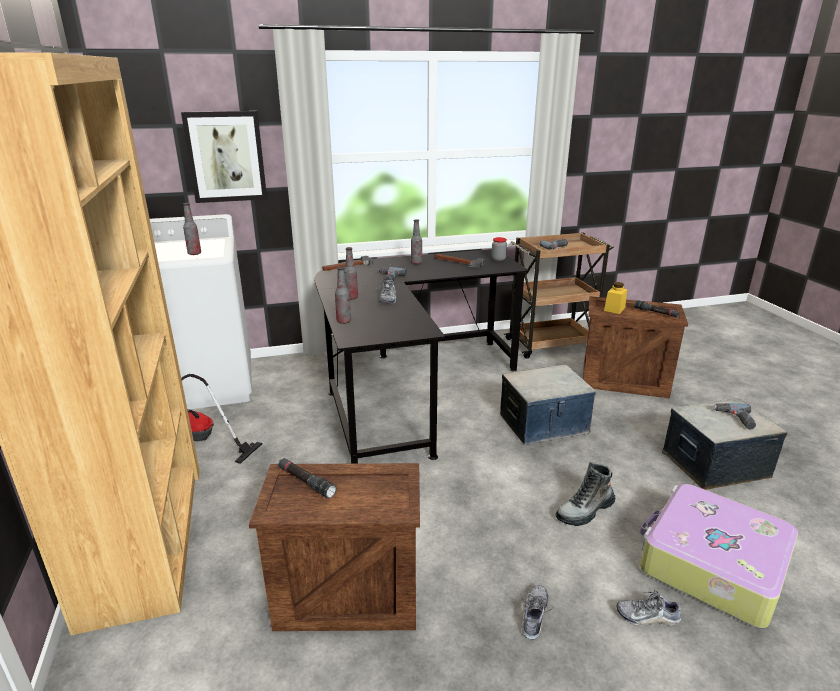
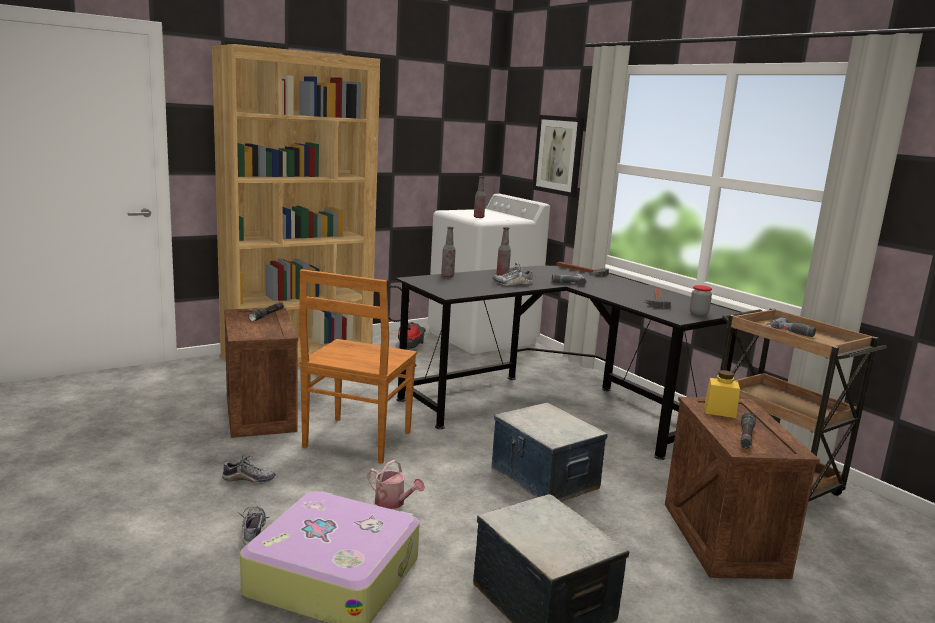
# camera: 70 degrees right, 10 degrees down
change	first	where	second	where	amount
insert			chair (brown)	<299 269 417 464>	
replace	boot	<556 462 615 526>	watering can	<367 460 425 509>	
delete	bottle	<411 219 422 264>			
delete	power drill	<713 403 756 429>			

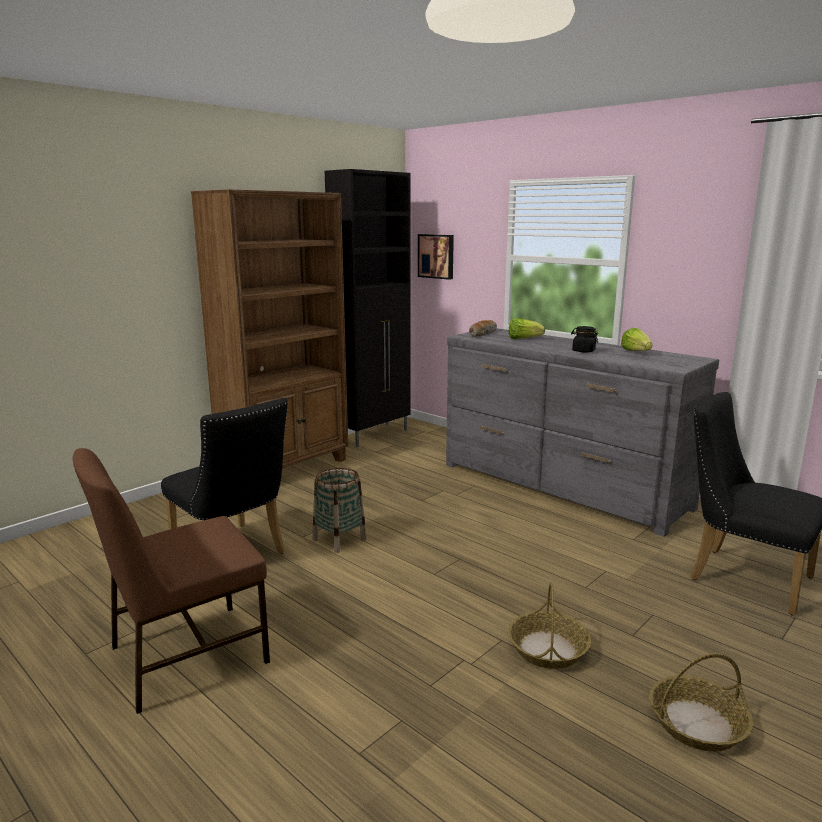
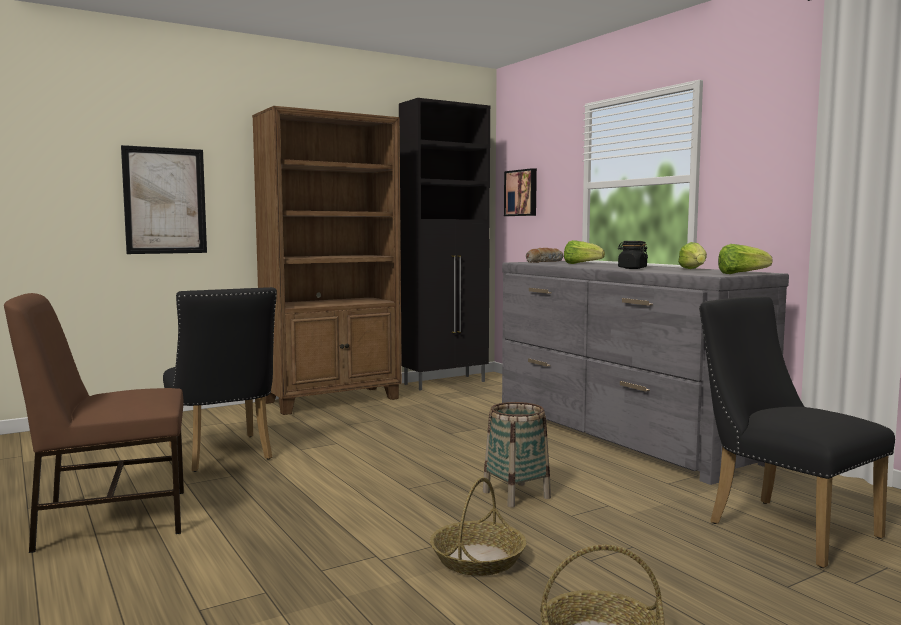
# camera: 15 degrees right, 10 degrees down
change	first	where	second	where	amount
insert			picture	<121 145 207 254>	
move	basket	<313 468 366 553>		<483 402 551 507>	
insert			lettuce	<718 244 773 274>	

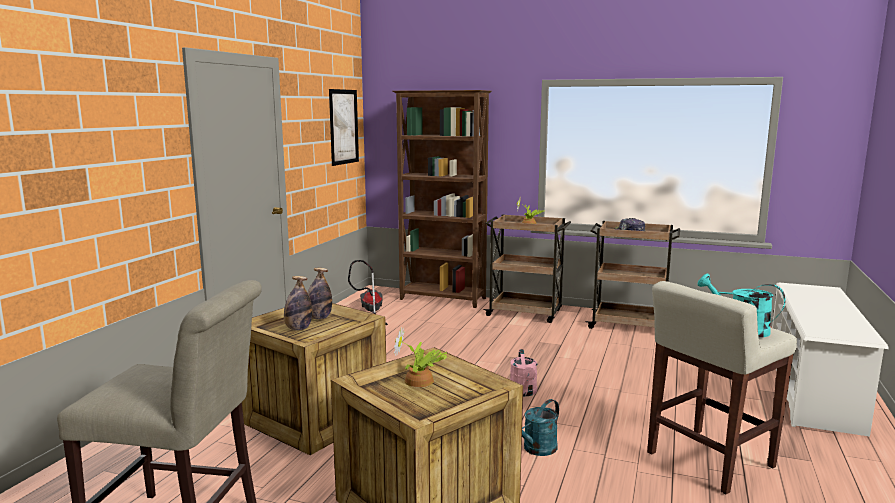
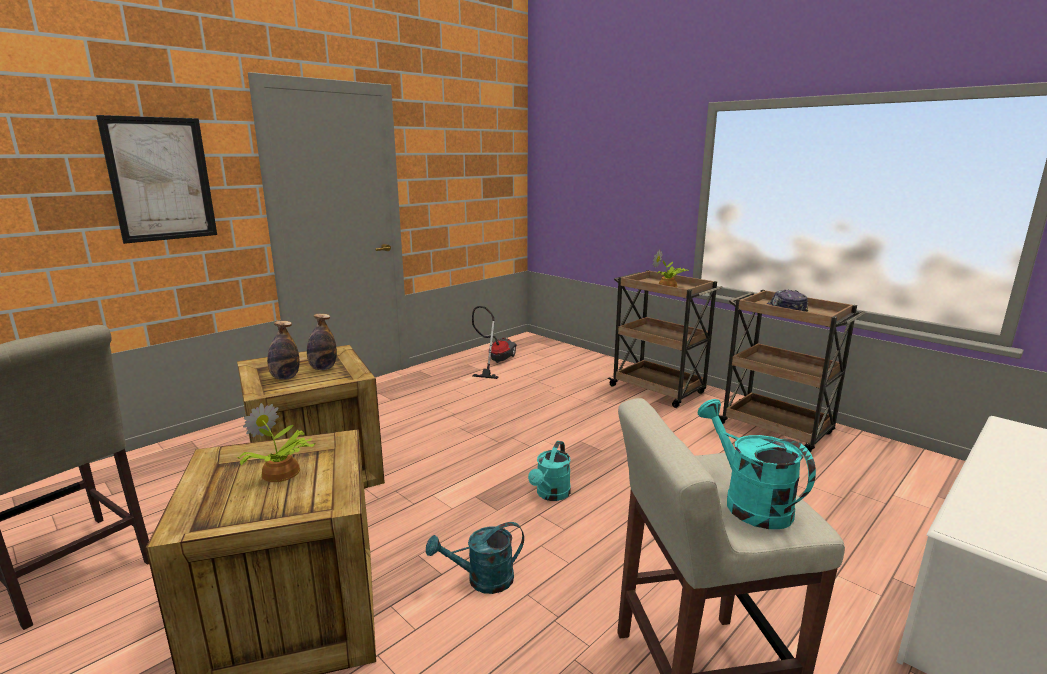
# camera: 25 degrees right, 5 degrees up
change	first	where	second	where	amount
move	picture	<329 89 359 166>		<96 115 217 244>	
recolor	watering can (pink)	<510 349 537 396>	watering can (turquoise)	<528 441 571 501>	
delete	bookcase (brown)	<392 90 492 308>			

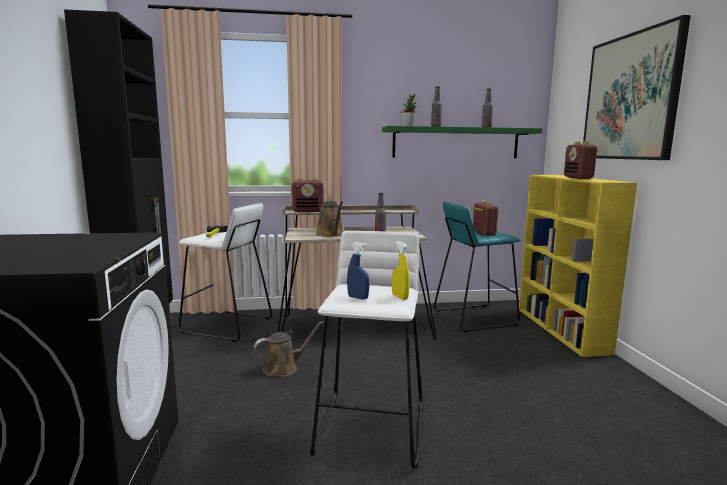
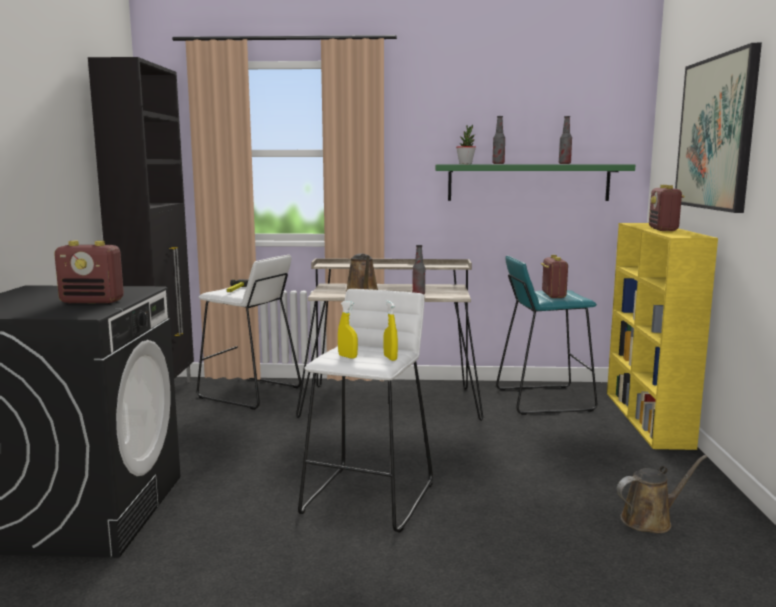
# camera: 10 degrees right, 0 degrees up
change	first	where	second	where	amount
move	radio	<291 178 324 212>		<54 241 124 304>	
recolor	spray bottle (blue)	<347 242 369 299>	spray bottle (yellow)	<338 301 358 359>	
move	watering can (brown)	<254 321 324 377>		<617 455 707 533>	

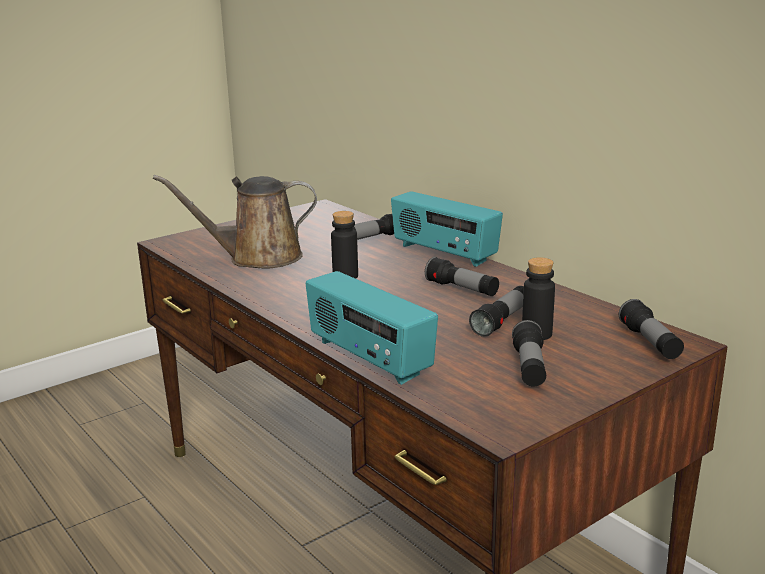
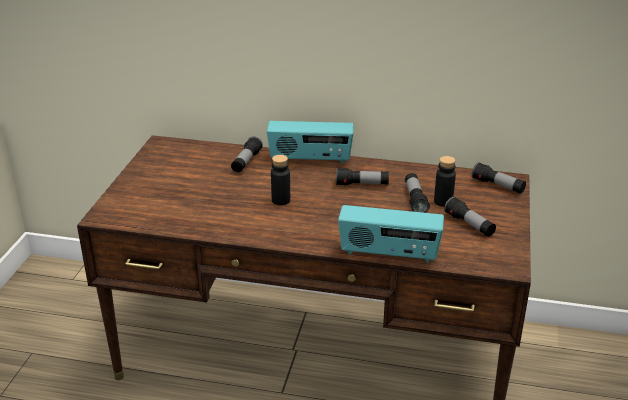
# camera: 40 degrees left, 10 degrees up
change	first	where	second	where	amount
delete	watering can (brown)	<153 175 317 269>			

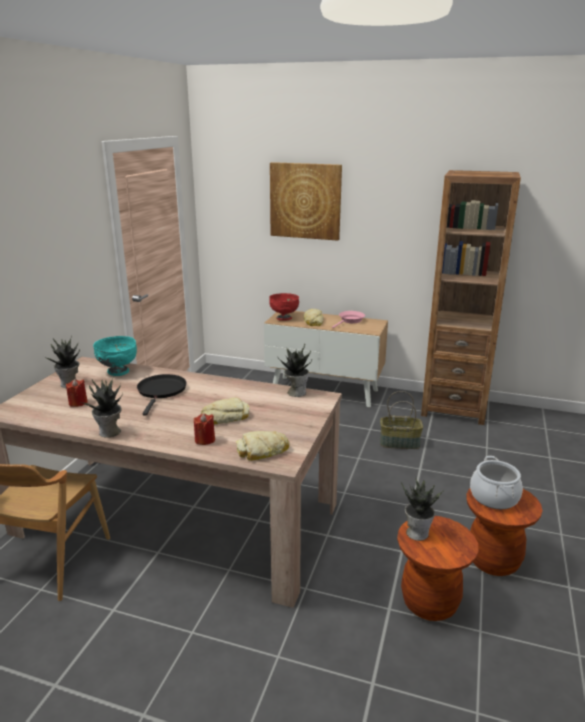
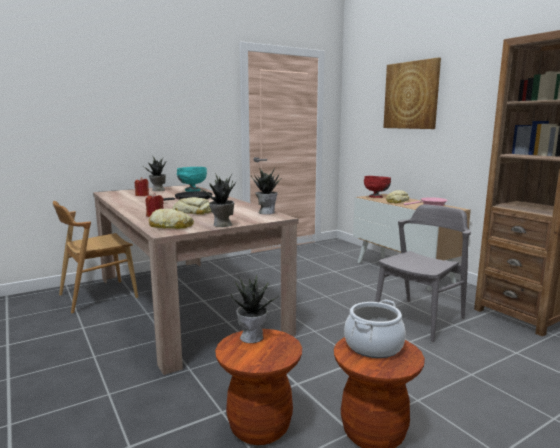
# camera: 40 degrees right, 10 degrees down
change	first	where	second	where	amount
move	potted plant	<79 378 123 438>		<201 173 236 227>	
replace	basket	<380 391 423 449>	chair (grey)	<375 204 471 342>	

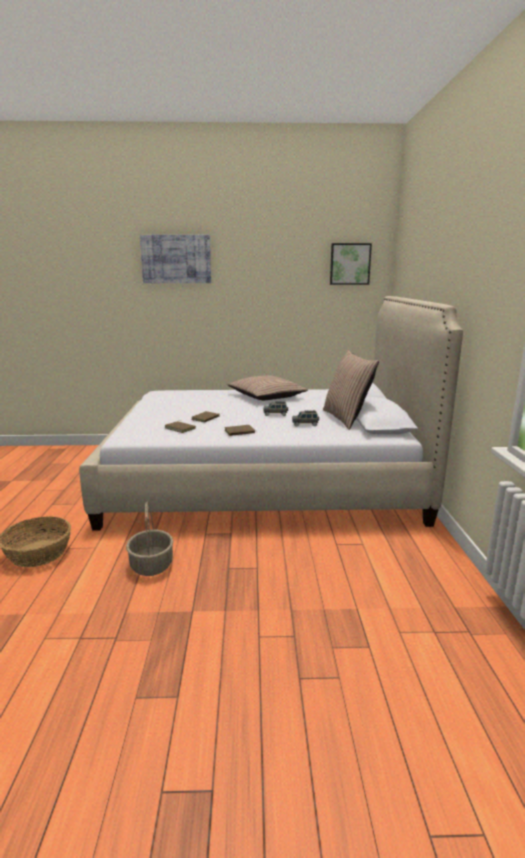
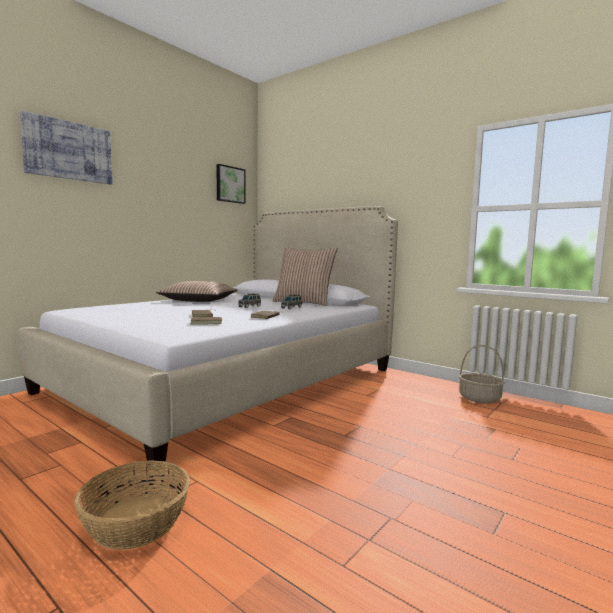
# camera: 50 degrees left, 10 degrees down
change	first	where	second	where	amount
move	basket	<126 501 173 576>		<459 345 505 404>	

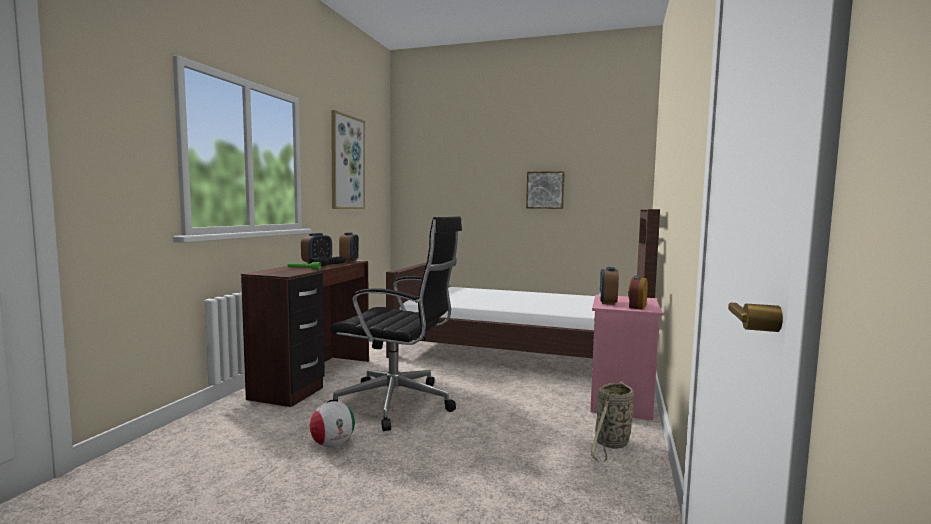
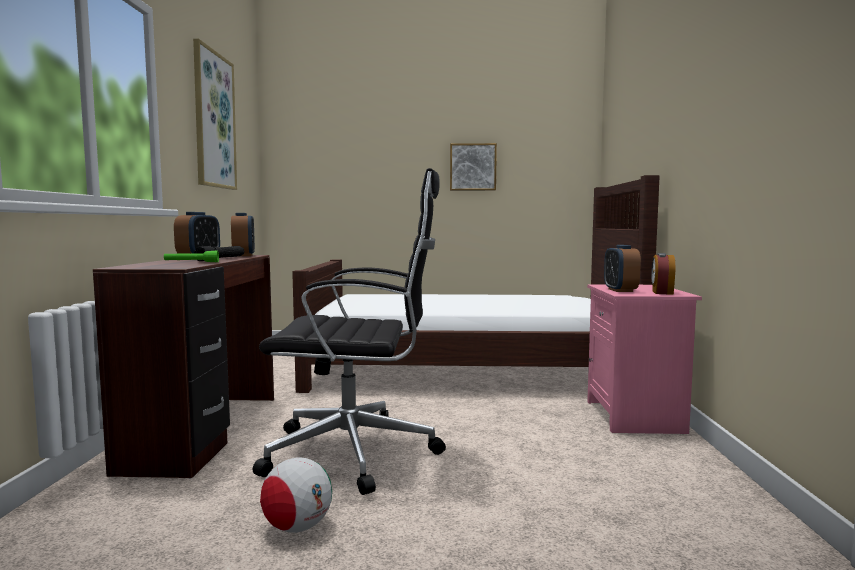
# camera: 15 degrees left, 0 degrees up
change	first	where	second	where	amount
delete	basket	<591 381 634 463>			

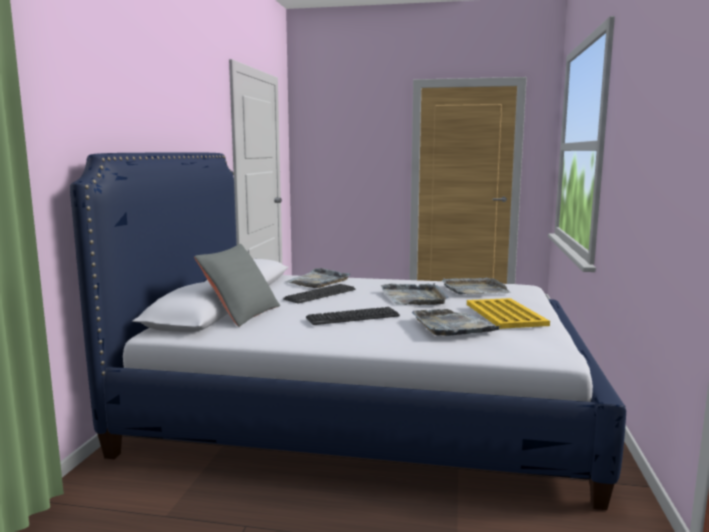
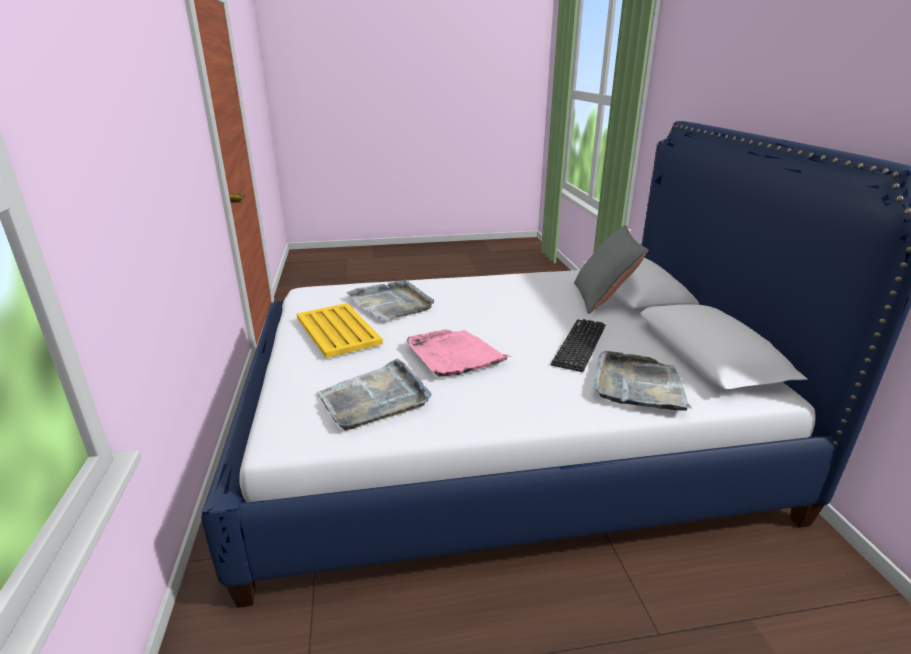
# camera: 160 degrees right, 15 degrees up
change	first	where	second	where	amount
recolor	tray (grey)	<381 283 448 305>	tray (pink)	<406 330 512 377>	
delete	keyboard	<306 307 400 325>			

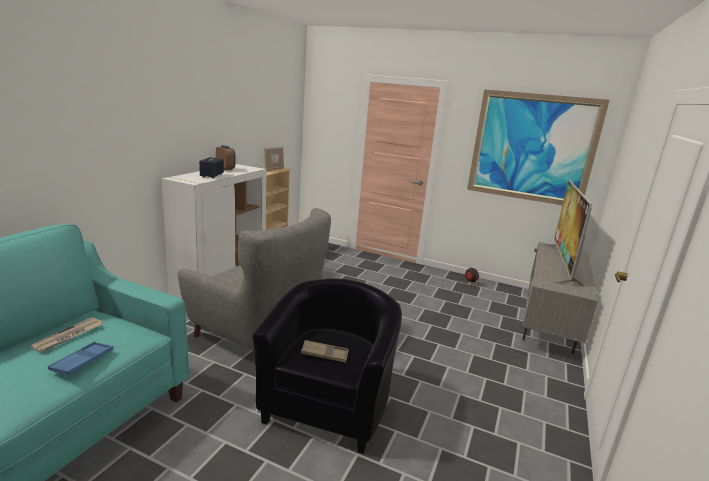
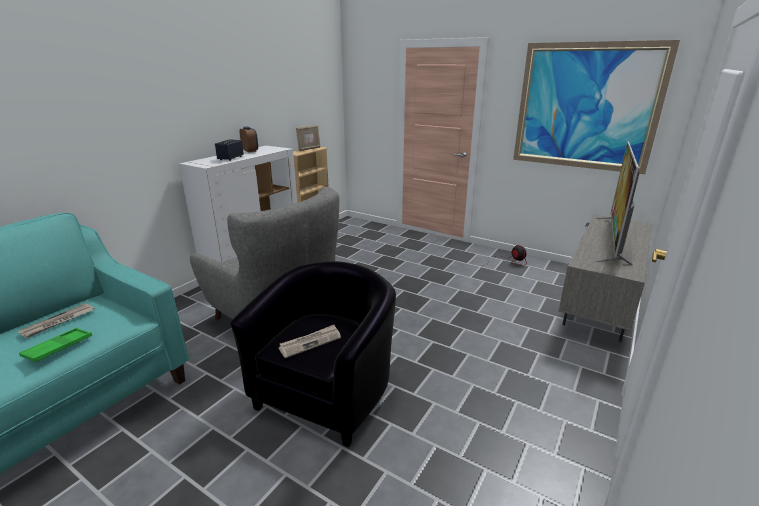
# camera: 10 degrees right, 5 degrees up
change	first	where	second	where	amount
recolor	tray (blue)	<48 341 114 376>	tray (green)	<19 328 92 362>	
replace	tray (brown)	<301 340 349 363>	newspaper	<278 325 341 358>	

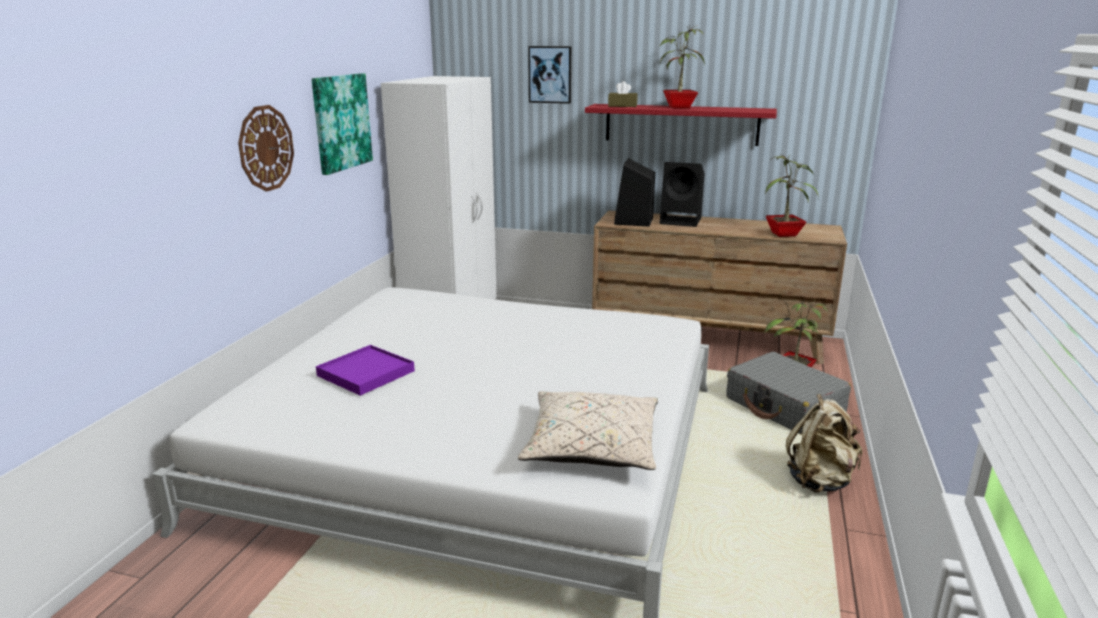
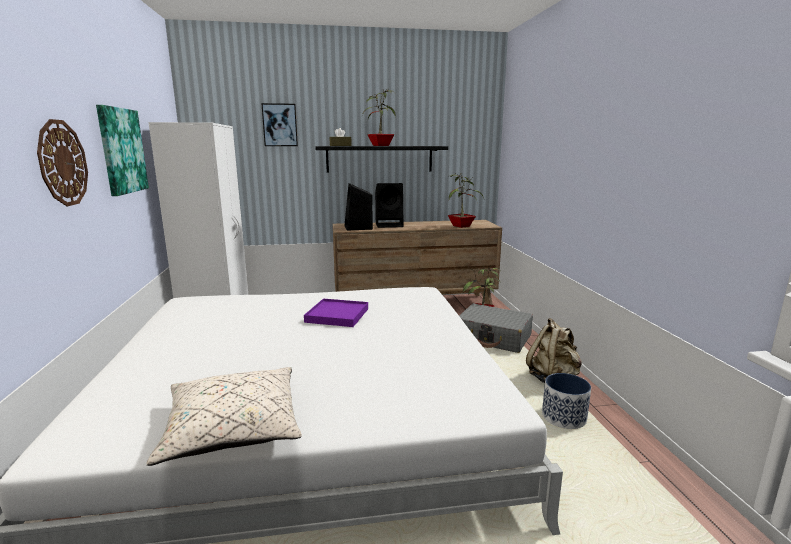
# camera: 25 degrees left, 5 degrees down
change	first	where	second	where	amount
move	pillow (beige)	<518 391 658 470>		<147 367 302 466>	
move	tray (purple)	<316 345 415 396>		<304 299 368 327>	
recolor	shelf (red)	<585 104 777 146>	shelf (black)	<316 146 448 172>	
insert			planter	<542 373 591 429>	

